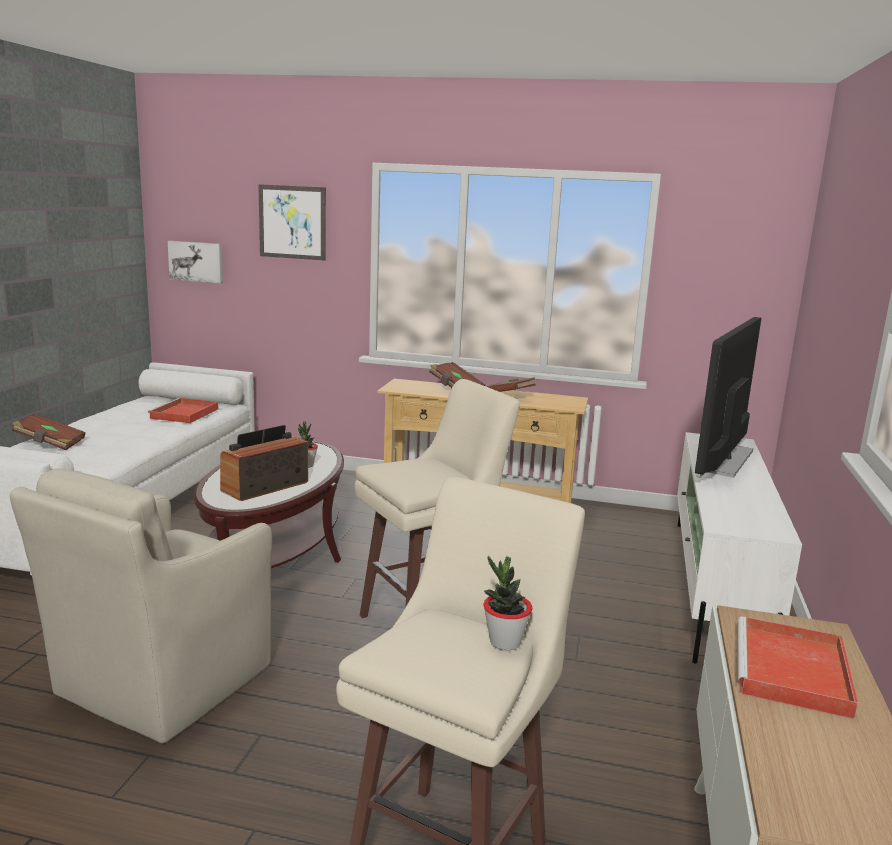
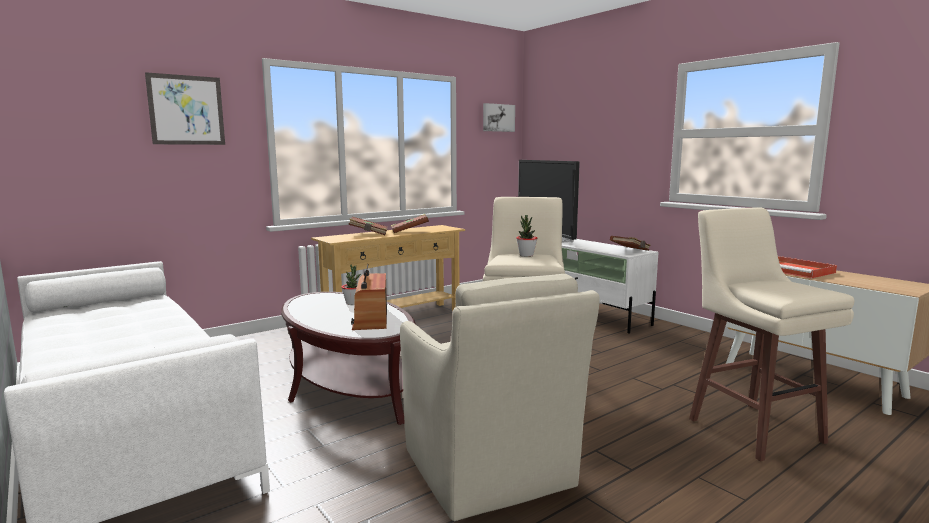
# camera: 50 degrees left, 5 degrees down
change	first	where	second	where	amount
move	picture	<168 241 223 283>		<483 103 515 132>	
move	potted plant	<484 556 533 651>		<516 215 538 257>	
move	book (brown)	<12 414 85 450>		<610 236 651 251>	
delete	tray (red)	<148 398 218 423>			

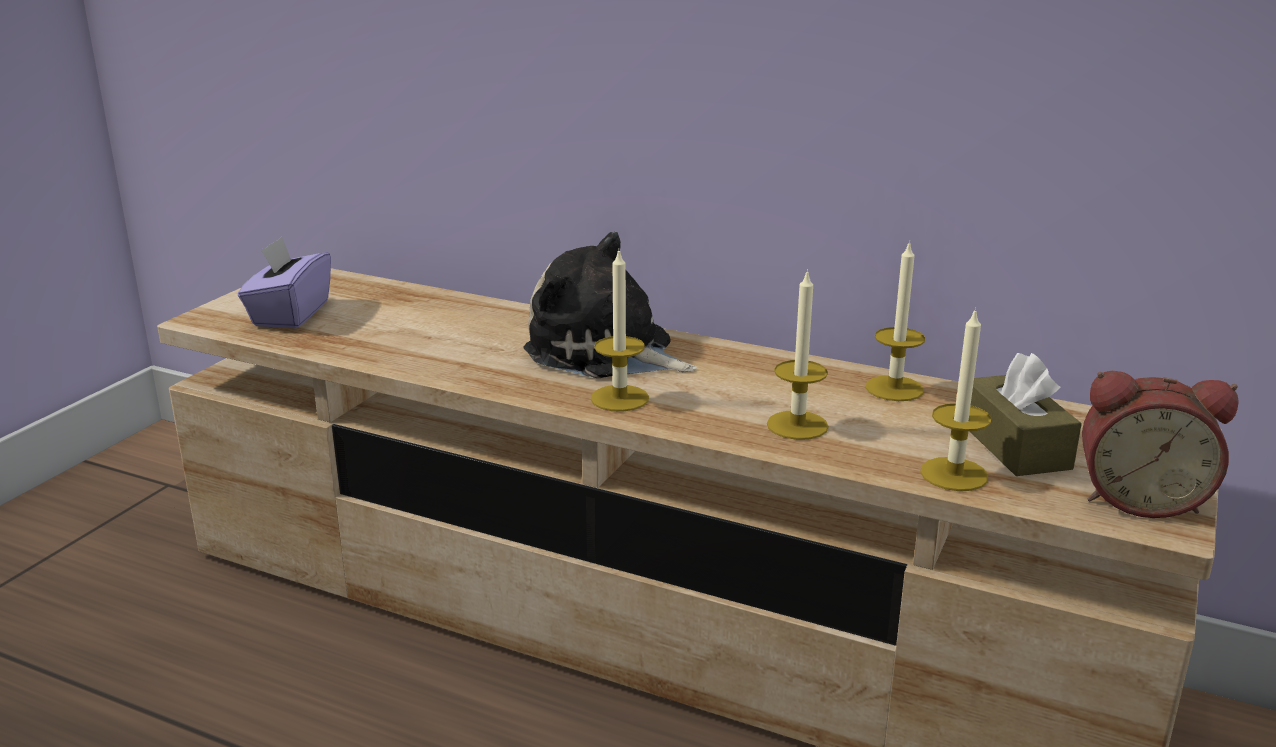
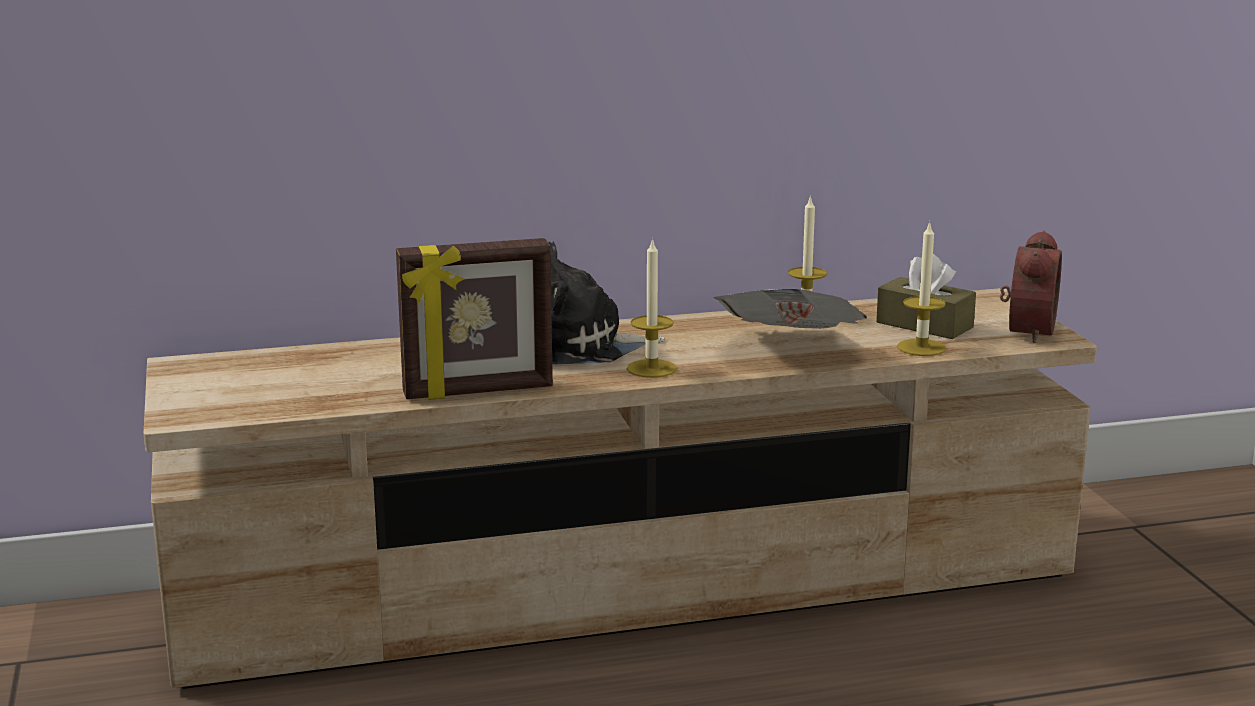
# camera: 40 degrees left, 5 degrees down
change	first	where	second	where	amount
insert			picture frame	<396 238 553 400>	
replace	candle	<767 269 829 440>	newspaper	<714 289 867 329>	
rotate	alarm clock	<1082 371 1239 518>		<1000 230 1062 343>	45 degrees counterclockwise
delete	tissue box (purple)	<238 236 331 329>			

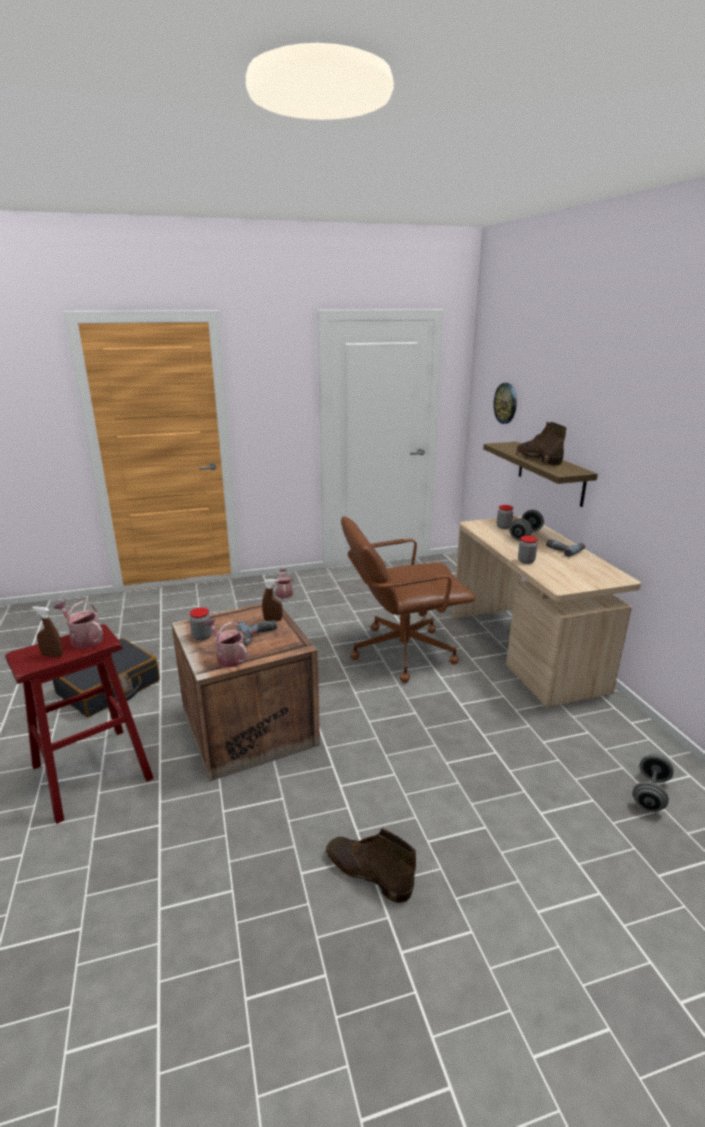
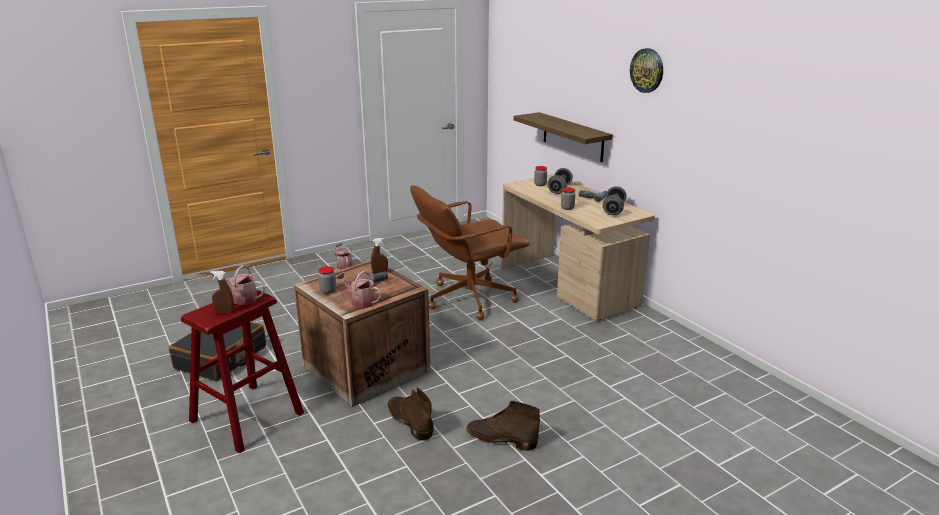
# camera: 15 degrees left, 0 degrees up
change	first	where	second	where	amount
move	boot (brown)	<517 422 567 465>		<388 388 434 441>	
move	dumbbell (grey)	<633 753 674 813>		<603 186 626 215>	
move	wall clock	<493 383 517 424>		<630 48 663 93>	

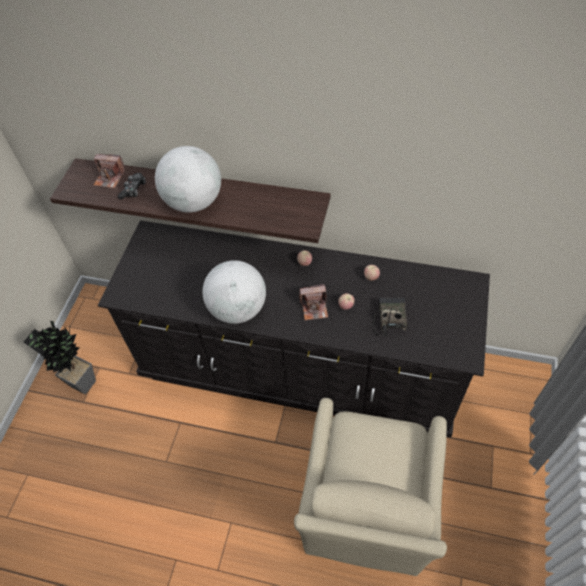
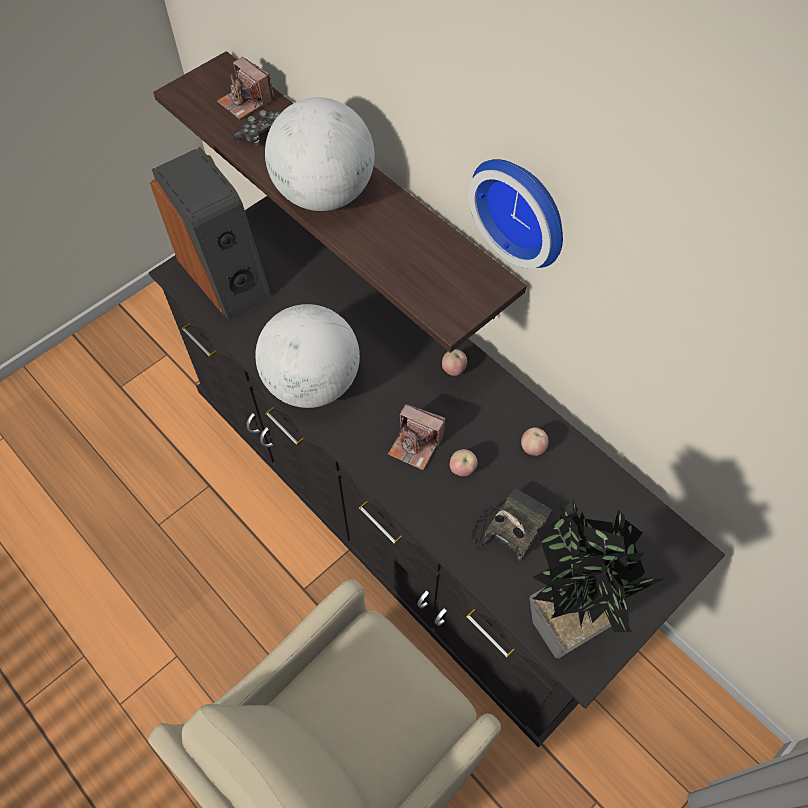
# camera: 30 degrees right, 5 degrees up
change	first	where	second	where	amount
insert			speaker	<150 147 272 320>	
insert			wall clock	<468 159 563 268>	
move	potted plant	<23 321 96 394>		<529 501 663 659>	

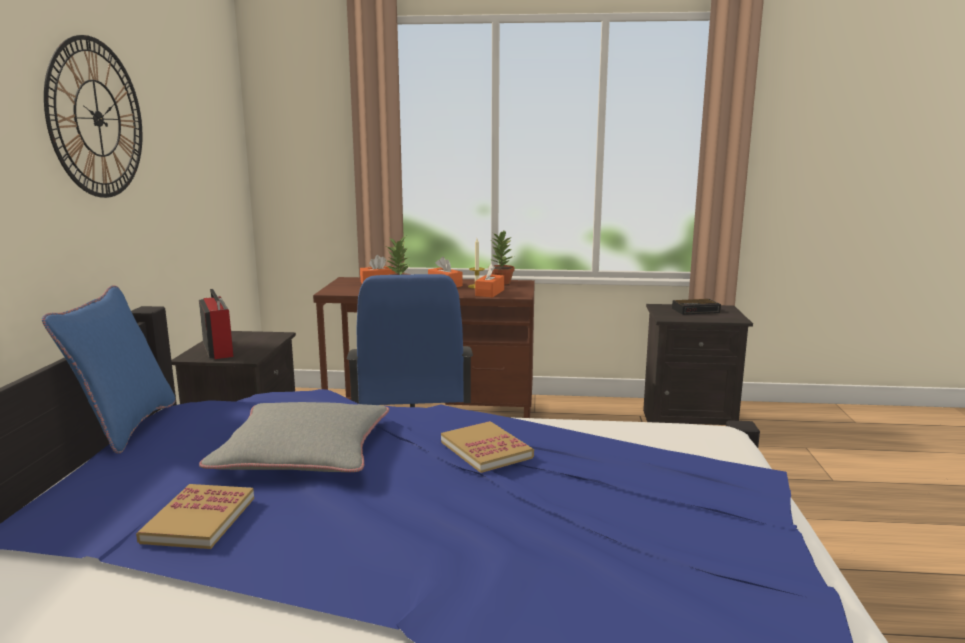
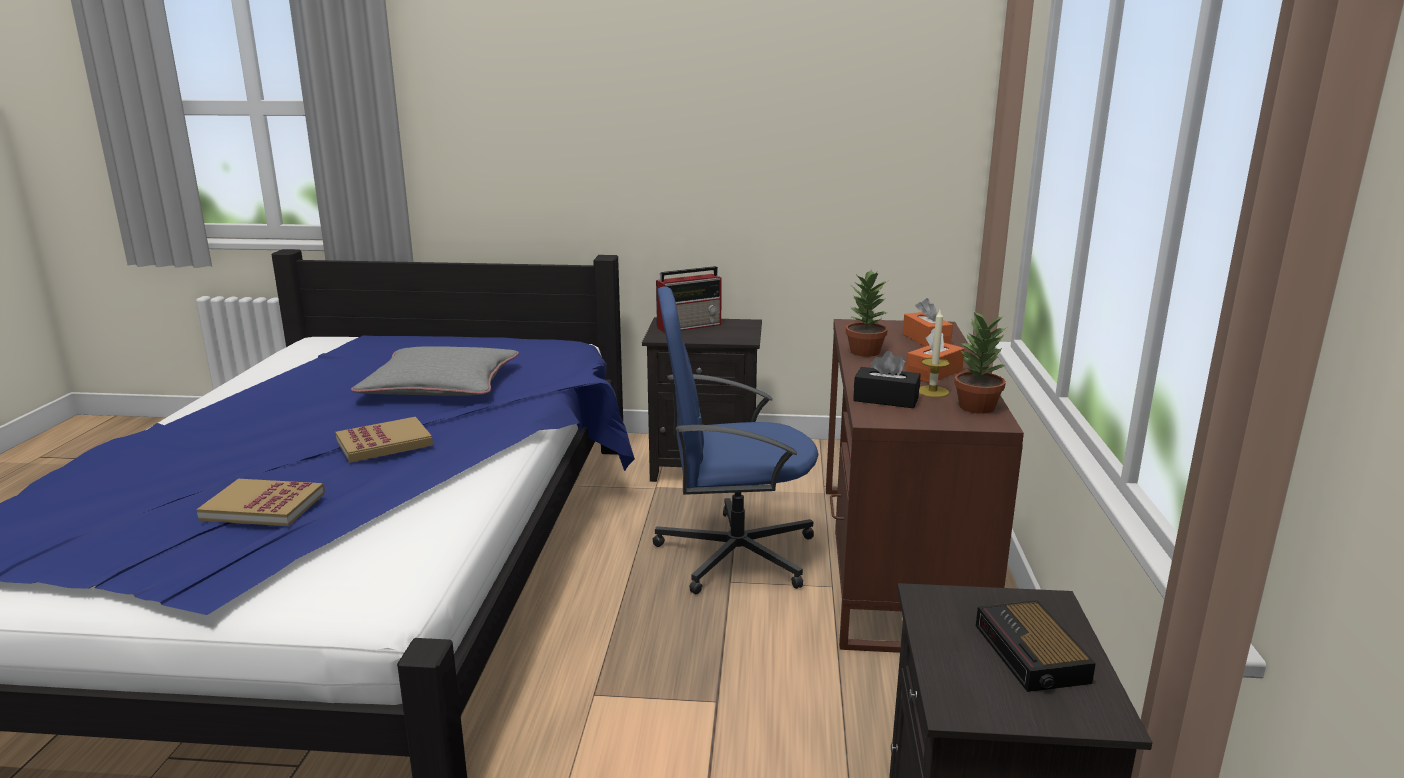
# camera: 90 degrees right, 5 degrees up
change	first	where	second	where	amount
move	book	<136 484 254 549>		<196 479 325 526>	
recolor	tissue box (orange)	<475 263 504 297>	tissue box (black)	<853 351 920 408>	
delete	pillow (blue)	<42 285 176 454>			
delete	wall clock	<44 35 142 198>			

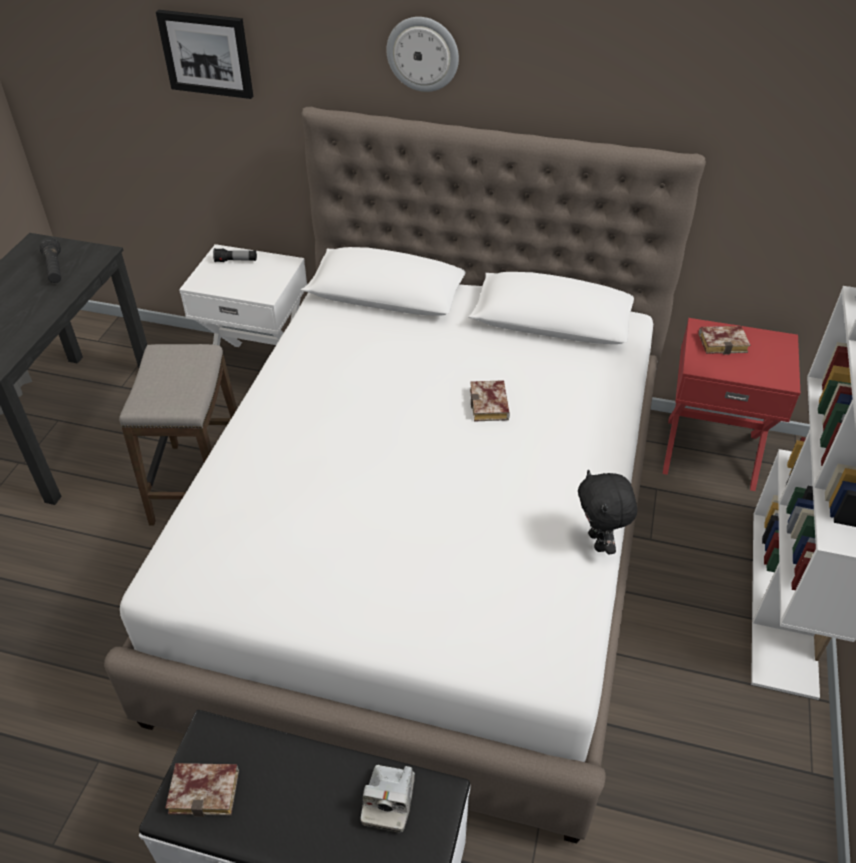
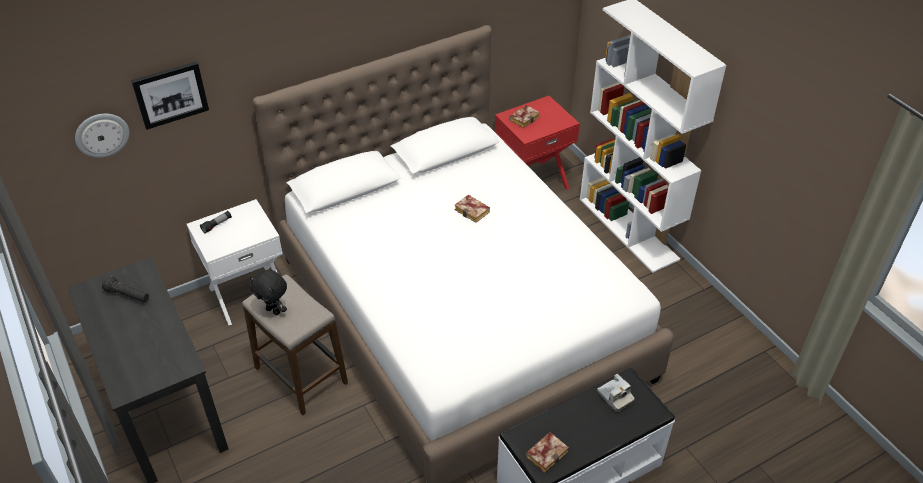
# camera: 45 degrees left, 0 degrees up
change	first	where	second	where	amount
move	wall clock	<386 17 459 92>		<75 114 129 158>	
move	plush toy (black)	<578 470 637 555>		<250 270 287 315>	

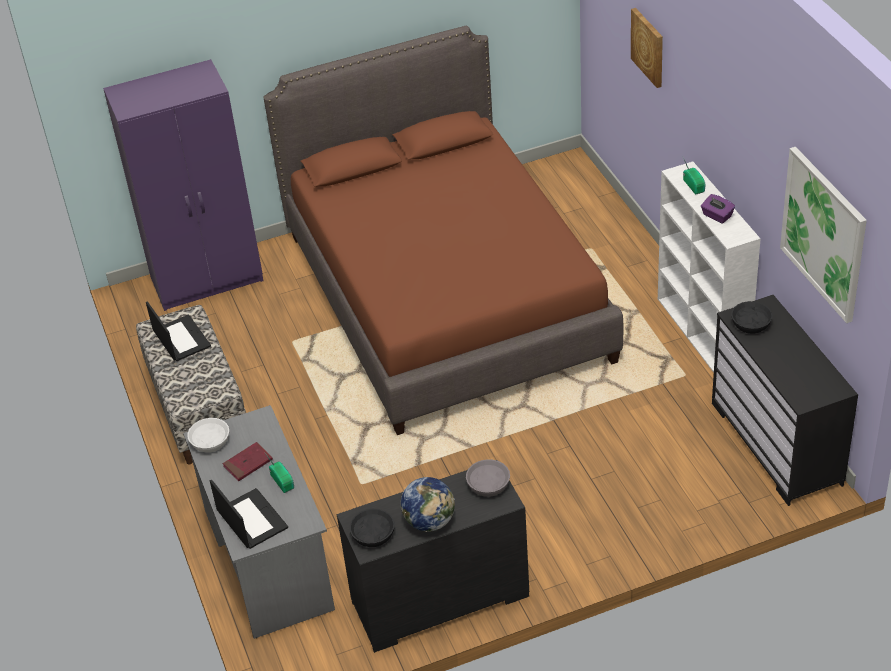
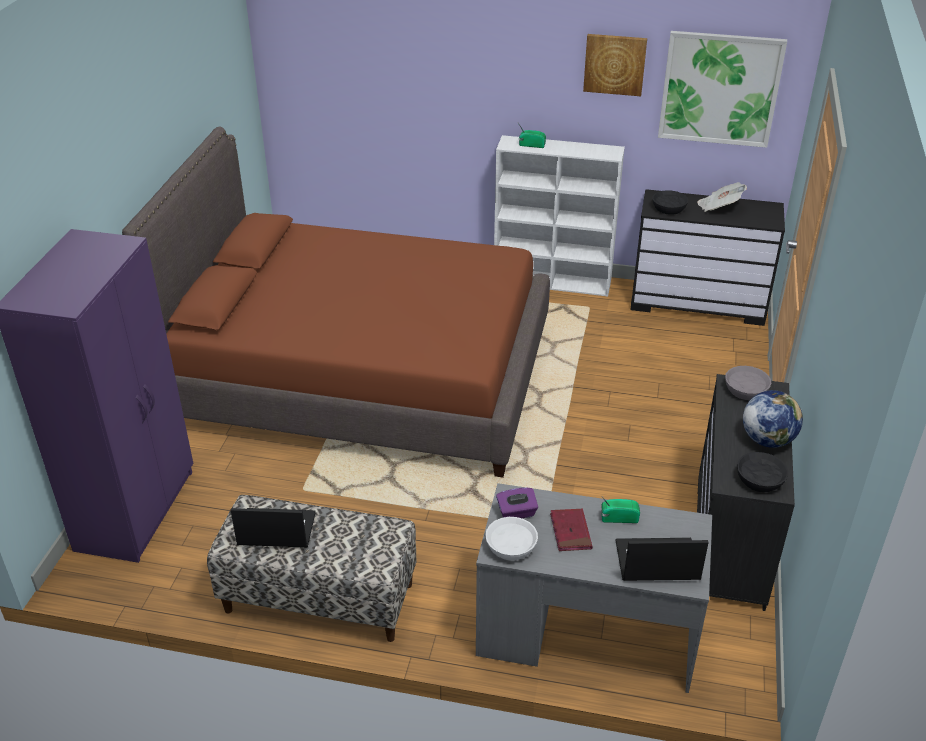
# camera: 60 degrees left, 5 degrees down
change	first	where	second	where	amount
move	tissue box (purple)	<701 194 735 224>		<496 488 538 518>	
move	picture	<631 8 663 88>		<583 34 647 96>	
insert			newspaper	<697 182 747 212>	

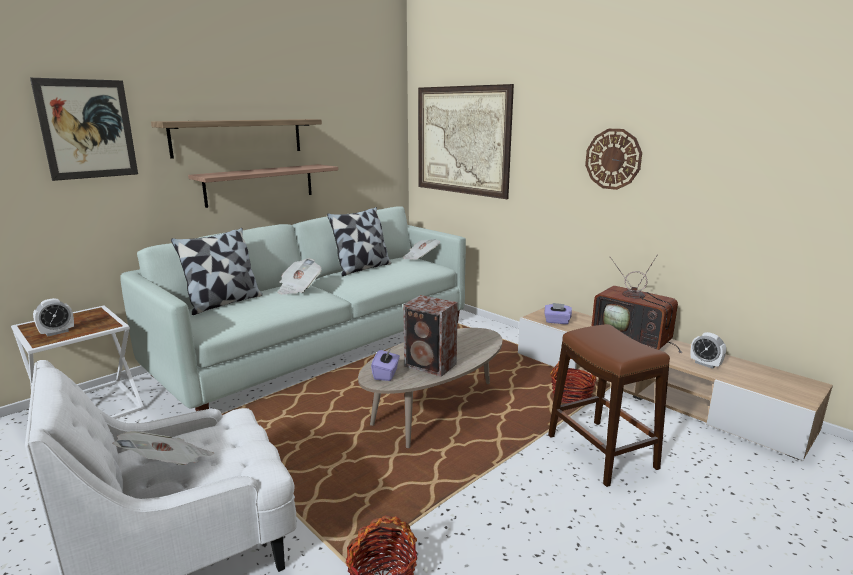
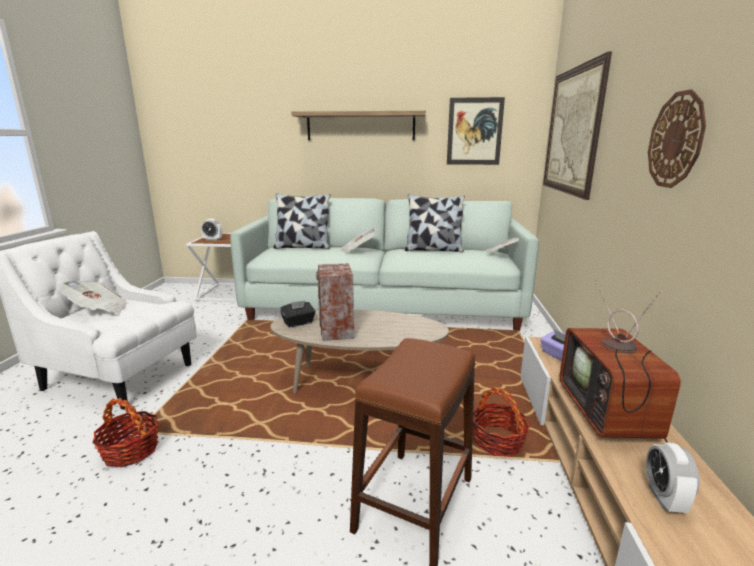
# camera: 50 degrees right, 0 degrees up
change	first	where	second	where	amount
recolor	tissue box (purple)	<371 348 400 381>	tissue box (black)	<280 300 316 327>	
move	picture	<30 78 138 181>		<447 97 505 165>	
delete	shelf	<188 164 338 208>			

